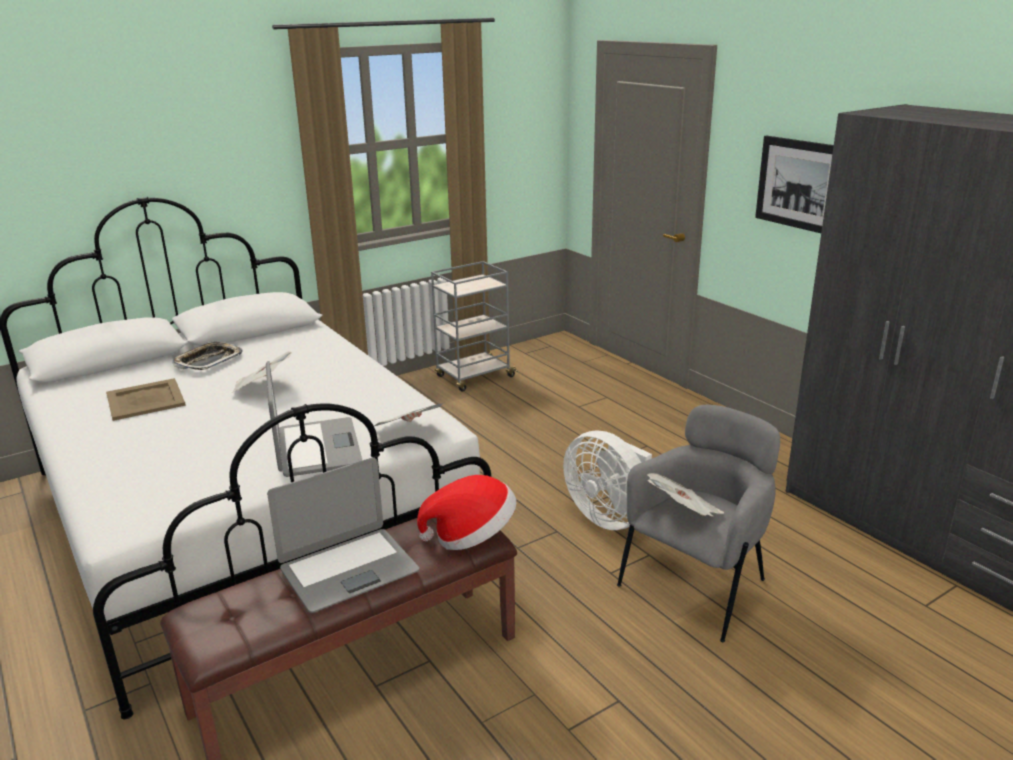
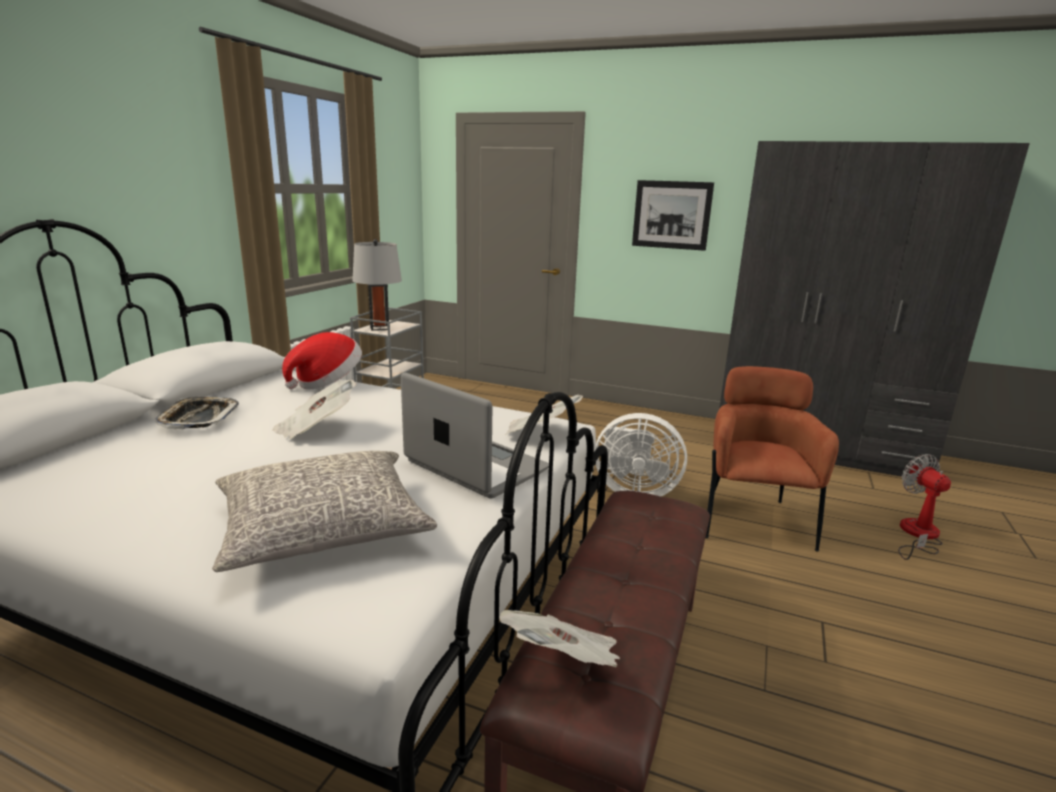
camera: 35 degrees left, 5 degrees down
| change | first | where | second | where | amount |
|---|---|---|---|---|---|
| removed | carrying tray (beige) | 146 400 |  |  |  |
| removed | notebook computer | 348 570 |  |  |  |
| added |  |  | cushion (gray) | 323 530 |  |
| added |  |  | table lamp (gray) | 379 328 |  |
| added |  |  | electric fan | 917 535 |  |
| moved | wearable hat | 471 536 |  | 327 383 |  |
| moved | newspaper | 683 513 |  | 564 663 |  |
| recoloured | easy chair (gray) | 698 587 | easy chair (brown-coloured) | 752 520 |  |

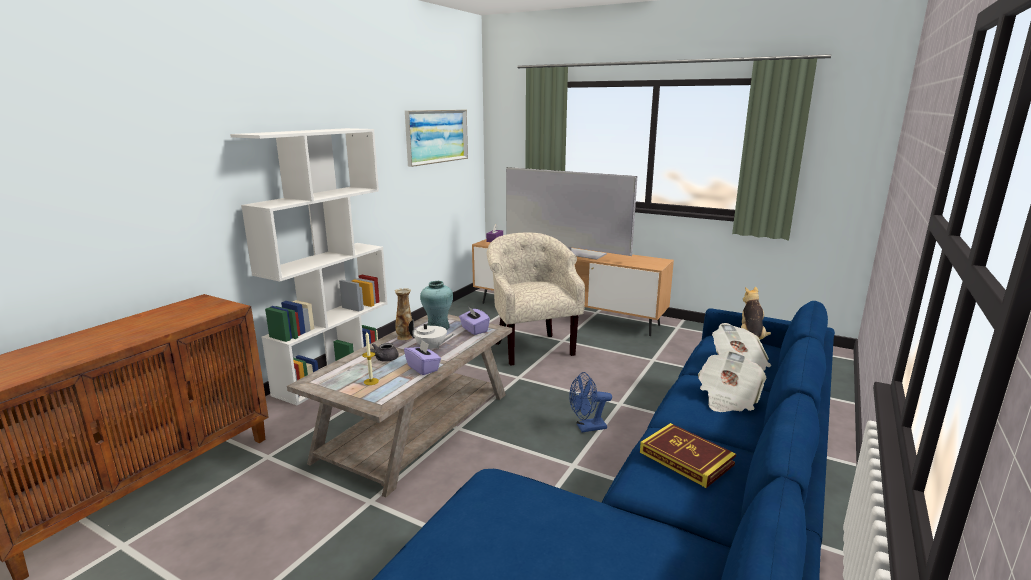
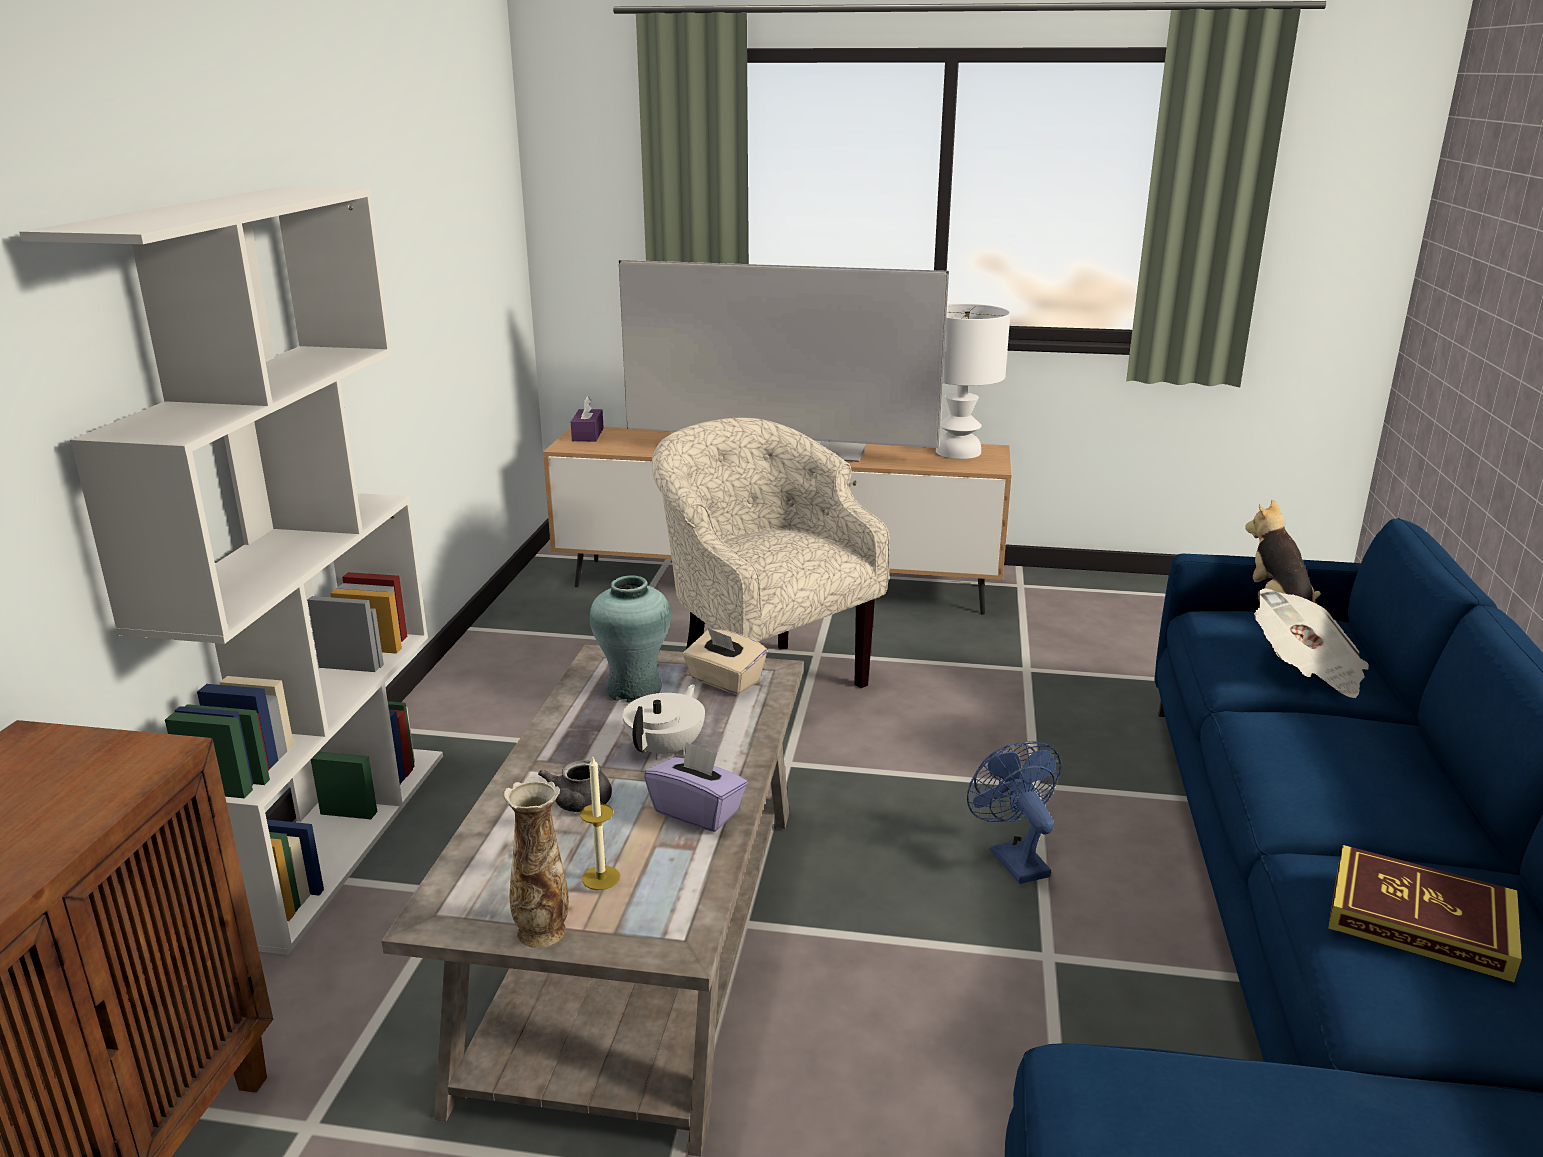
camera: 20 degrees left, 5 degrees up
| change | first | where | second | where | amount |
|---|---|---|---|---|---|
| removed | wall picture | 437 136 |  |  |  |
| removed | newspaper | 727 398 |  |  |  |
| added |  |  | table lamp (white) | 959 452 |  |
| moved | flower vase | 405 337 |  | 542 930 |  |
| recoloured | box of tissues (purple) | 474 330 | box of tissues (beige) | 724 681 |  |
| turned | tea pot (white) | 431 347 |  | 666 749 | 60 degrees counterclockwise |
| turned | electric fan (blue) | 587 428 |  | 1013 858 | 105 degrees clockwise |

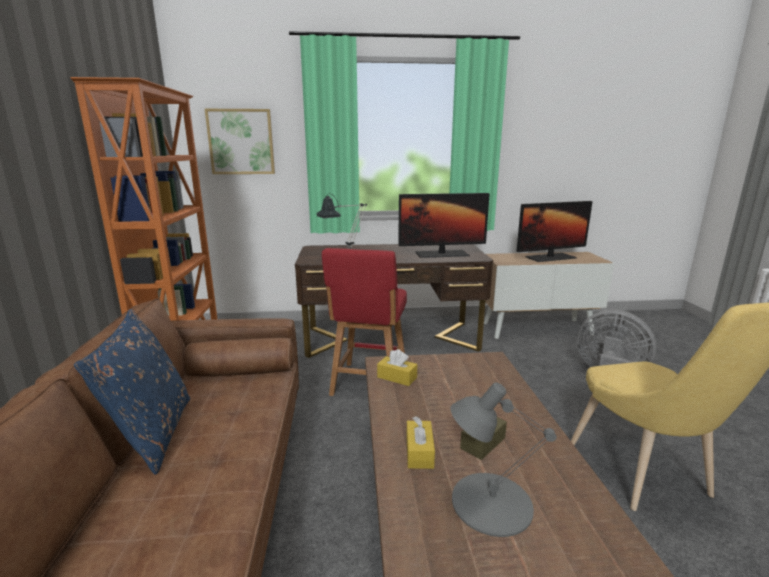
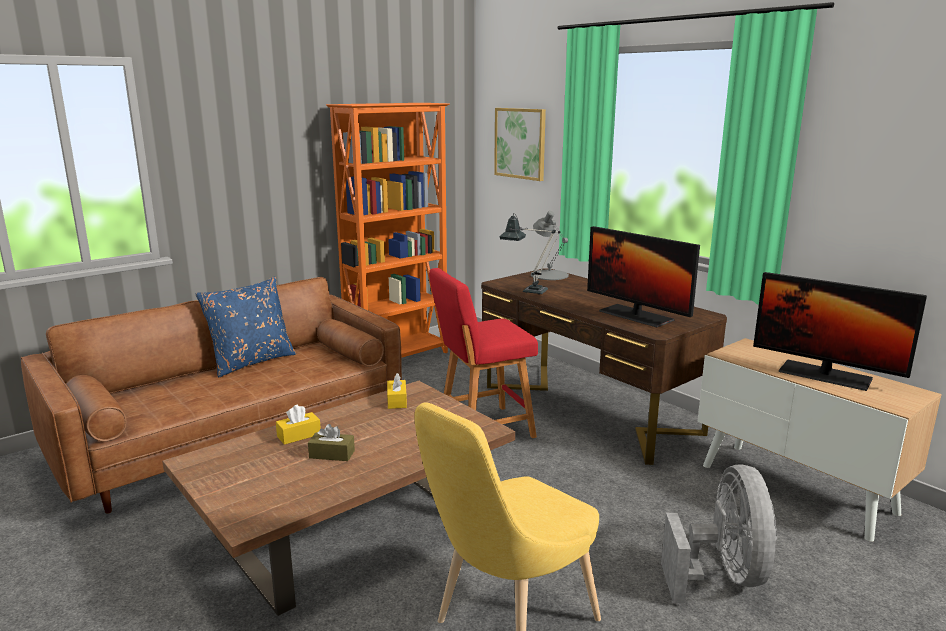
camera: 55 degrees right, 0 degrees up
| change | first | where | second | where | amount |
|---|---|---|---|---|---|
| moved | table lamp (gray) | 490 502 |  | 549 275 |  |

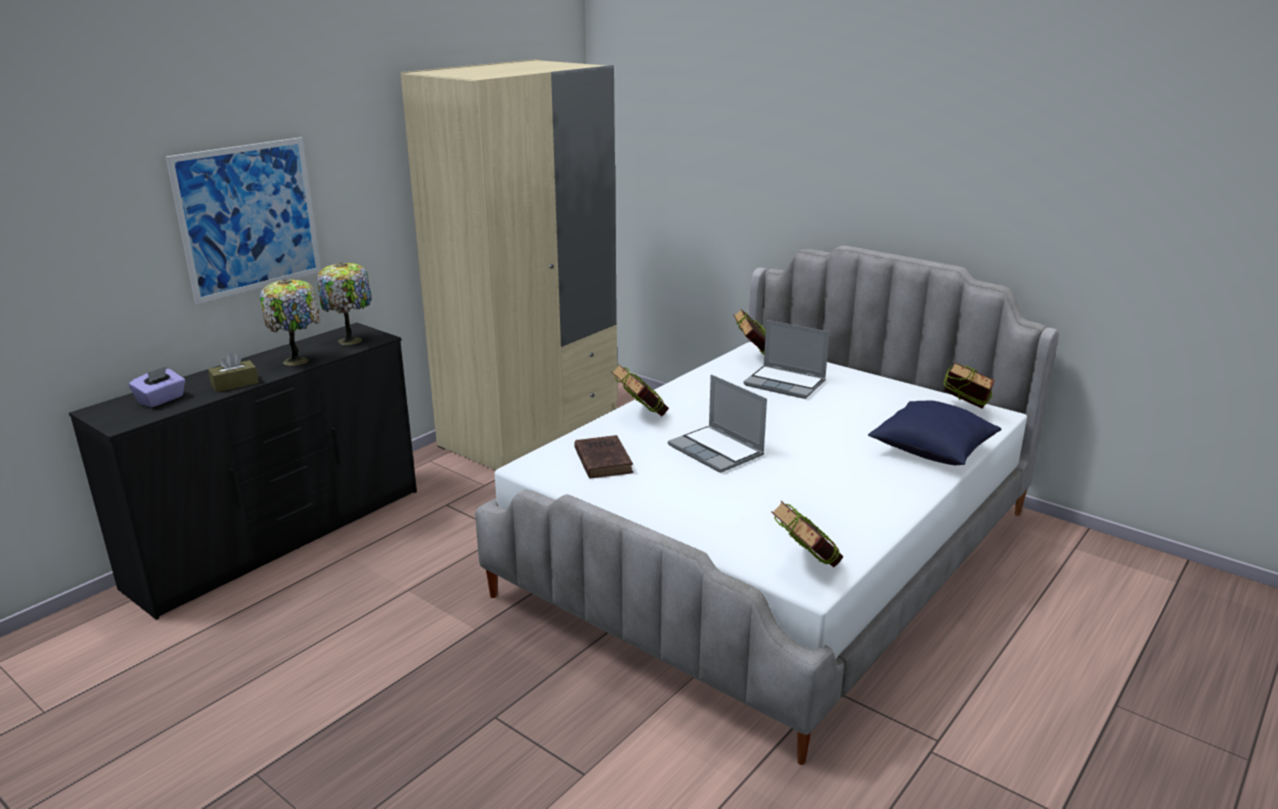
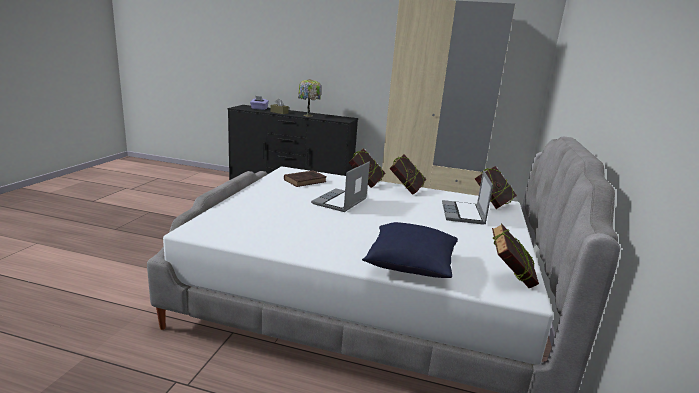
camera: 65 degrees right, 5 degrees down
| change | first | where | second | where | amount |
|---|---|---|---|---|---|
| removed | wall picture | 248 218 |  |  |  |
| removed | table lamp | 351 340 |  |  |  |
| moved | book | 804 567 |  | 406 190 |  |

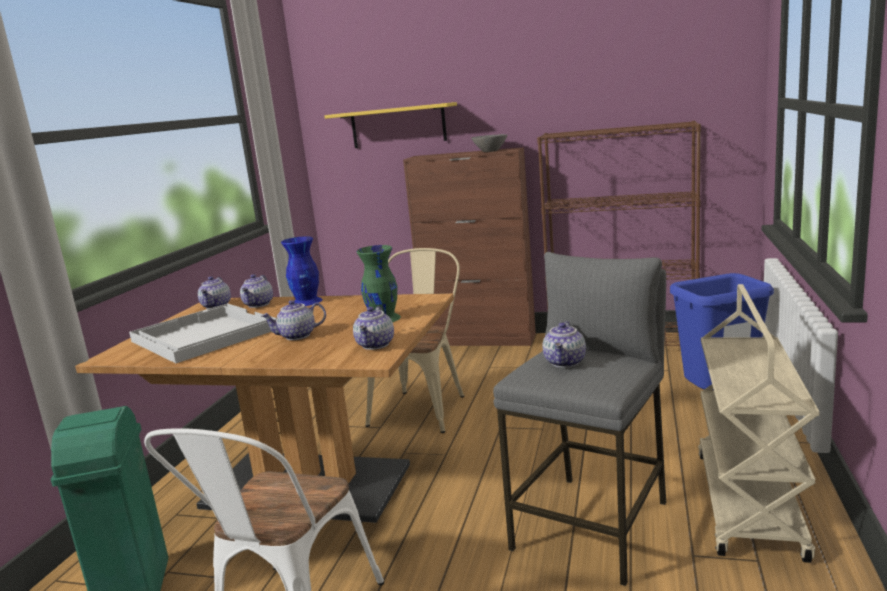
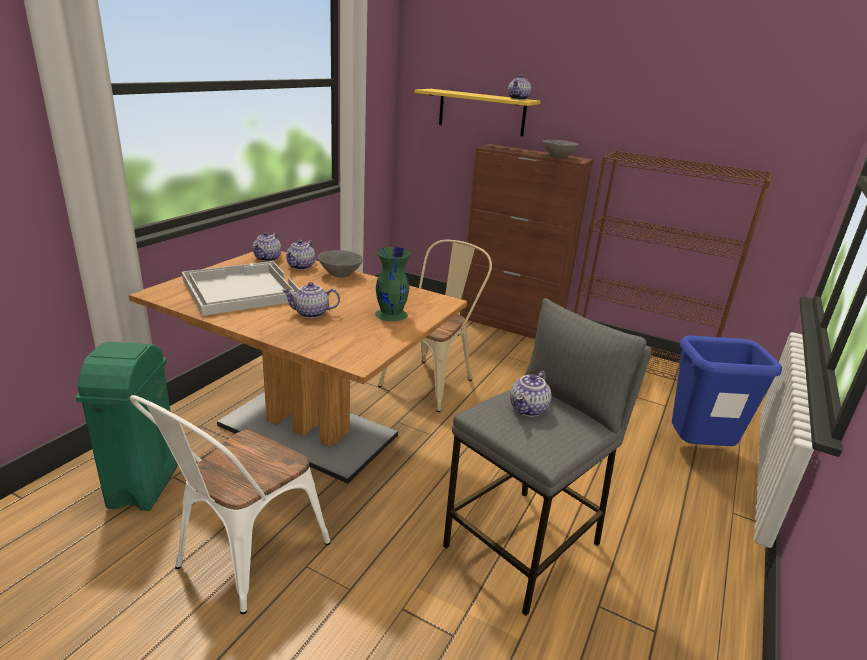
camera: 10 degrees right, 10 degrees up
| change | first | where | second | where | amount |
|---|---|---|---|---|---|
| removed | cart (beige) | 749 505 |  |  |  |
| moved | tea pot | 376 345 |  | 518 99 |  |
| replaced | flower vase (blue) | 307 301 | serving bowl (gray) | 340 274 |  |

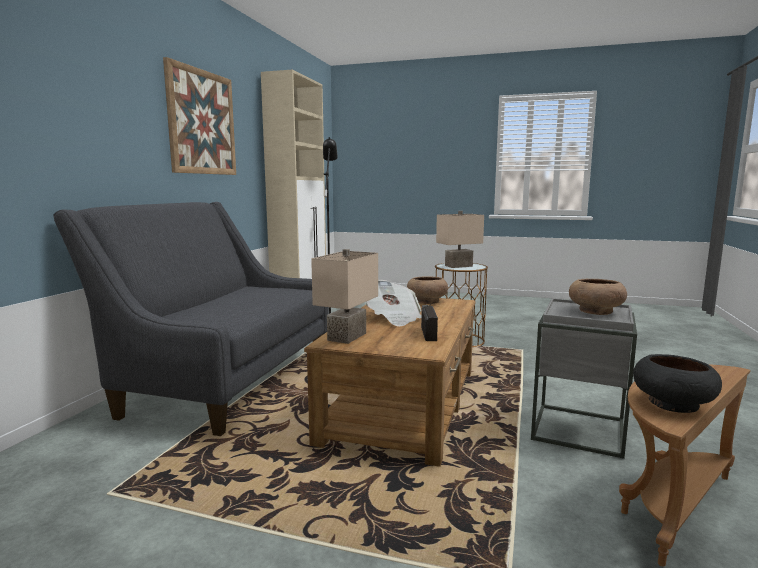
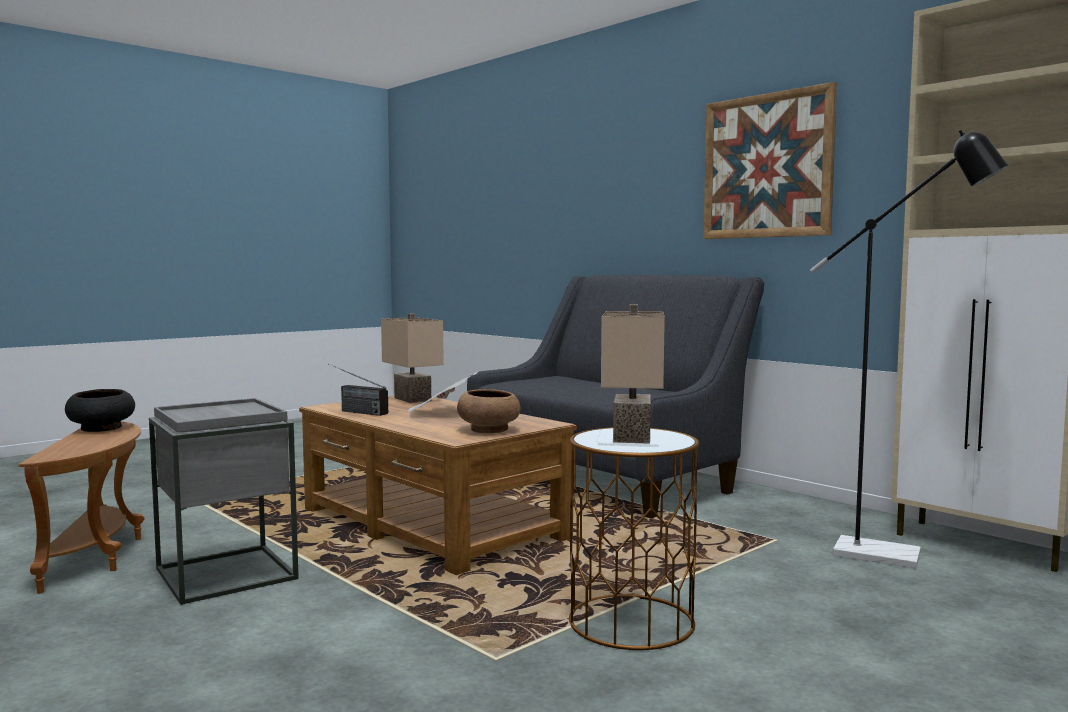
camera: 120 degrees right, 5 degrees down
| change | first | where | second | where | amount |
|---|---|---|---|---|---|
| removed | serving bowl (brown-coloured) | 595 311 |  |  |  |

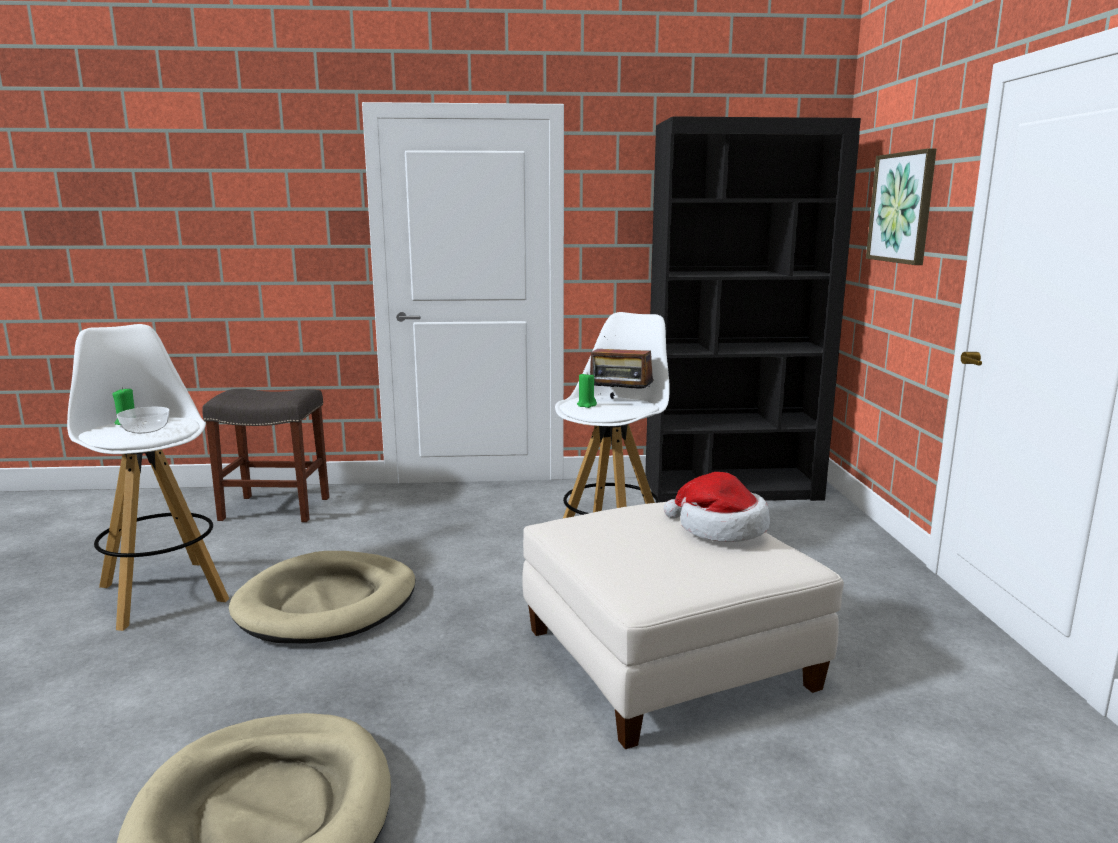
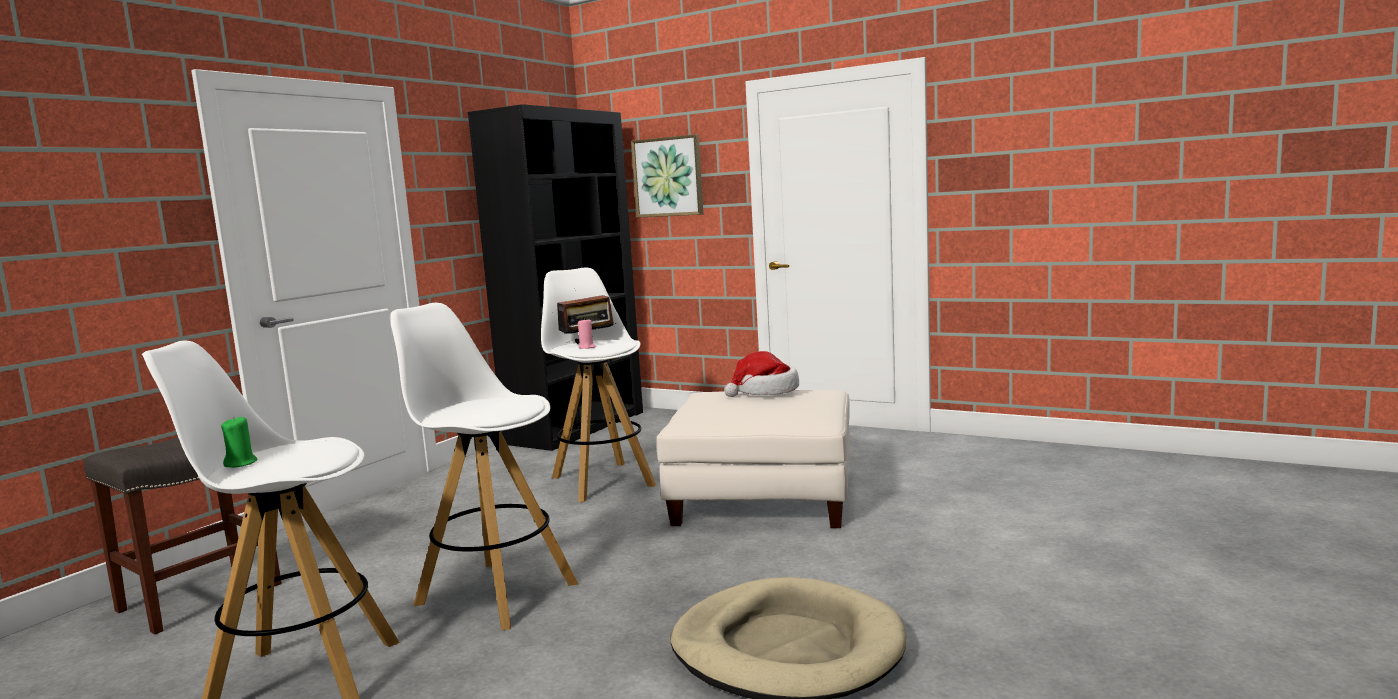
camera: 55 degrees left, 5 degrees down
| change | first | where | second | where | amount |
|---|---|---|---|---|---|
| removed | serving bowl | 145 430 |  |  |  |
| replaced | dog bed (beige) | 327 603 | stool seat (white) | 495 593 |  |
| recoloured | wax light (greenish) | 586 405 | wax light (pink) | 587 347 |  |

